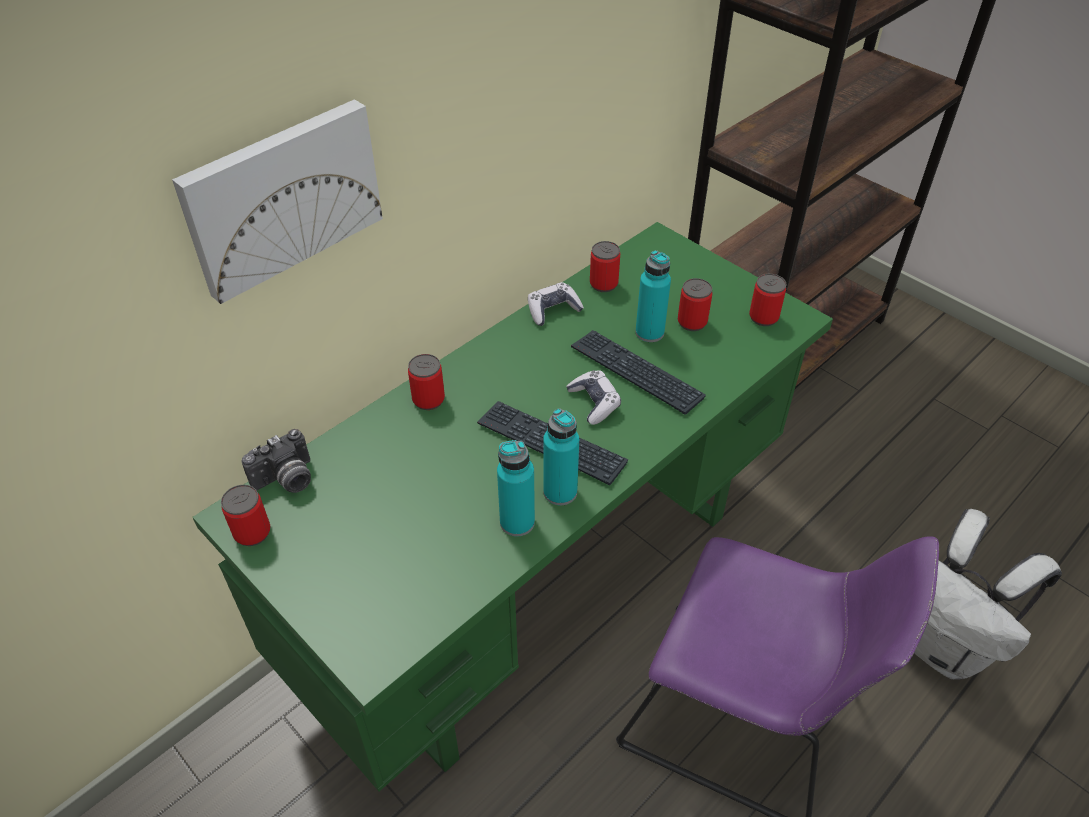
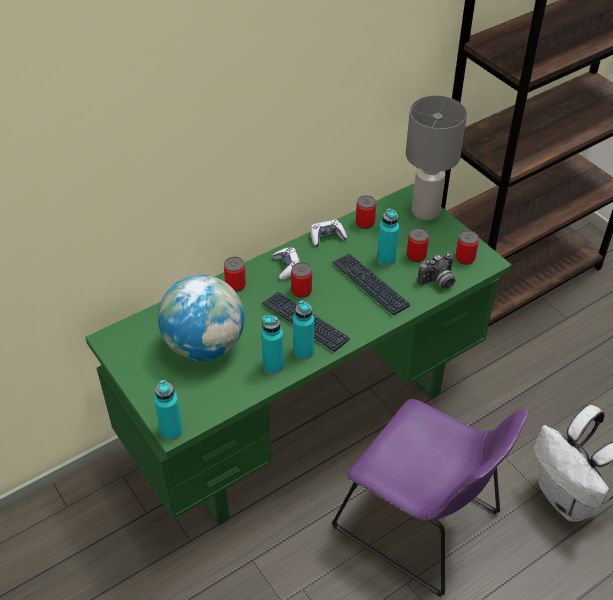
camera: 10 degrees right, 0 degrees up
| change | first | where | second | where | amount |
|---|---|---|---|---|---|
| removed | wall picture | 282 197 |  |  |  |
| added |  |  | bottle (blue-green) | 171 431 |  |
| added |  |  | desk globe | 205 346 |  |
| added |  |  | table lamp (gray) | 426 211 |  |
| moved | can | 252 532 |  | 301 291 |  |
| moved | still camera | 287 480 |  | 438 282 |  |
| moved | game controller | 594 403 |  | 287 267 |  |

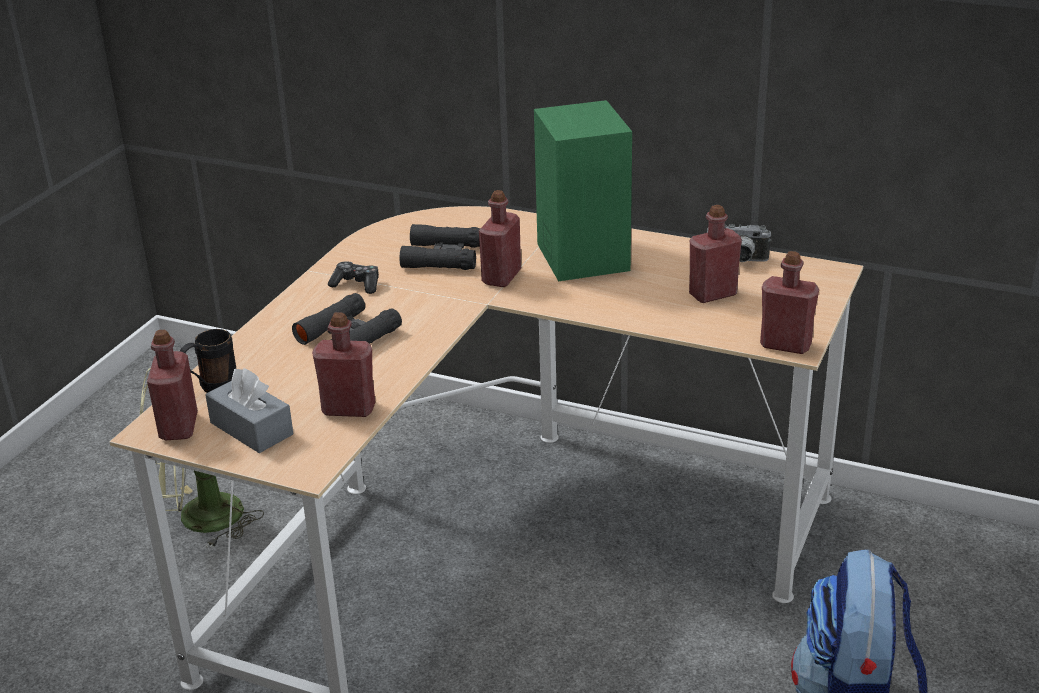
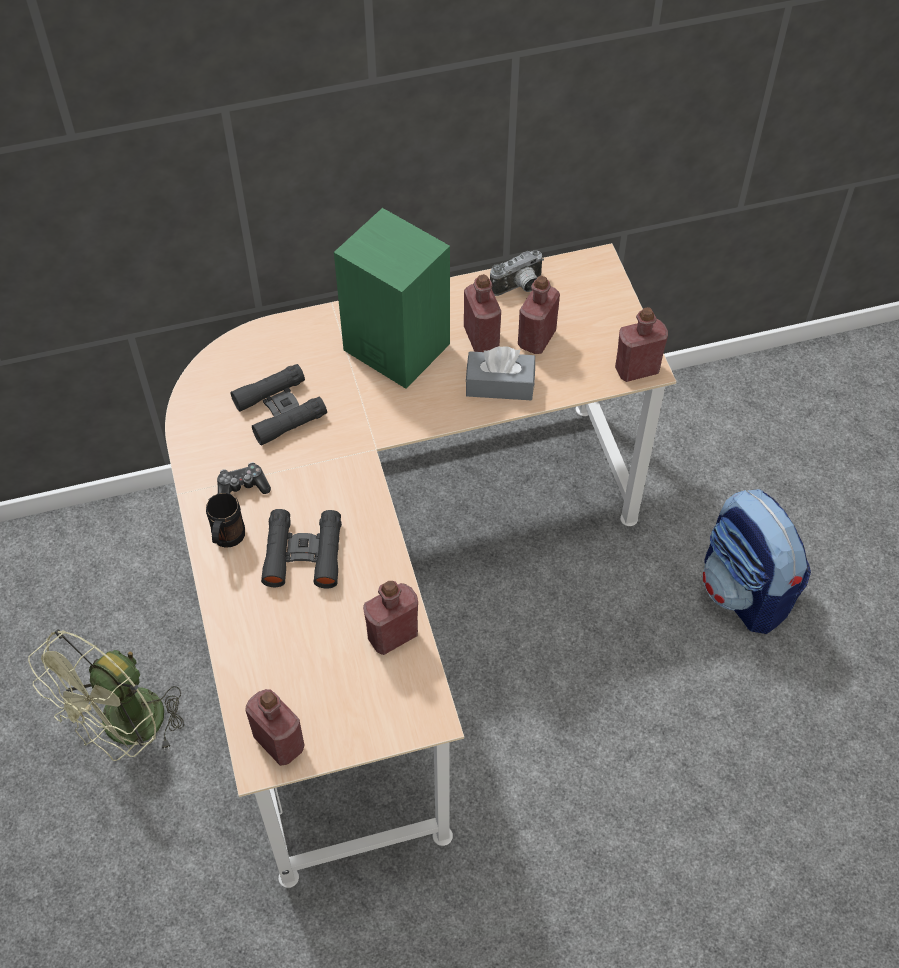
camera: 40 degrees left, 25 degrees up
| change | first | where | second | where | amount |
|---|---|---|---|---|---|
| moved | coffee mug (black) | 212 389 |  | 226 541 |  |
| moved | box of tissues (gray) | 251 428 |  | 500 384 |  |
| moved | bottle (red-coloured) | 501 277 |  | 481 337 |  |

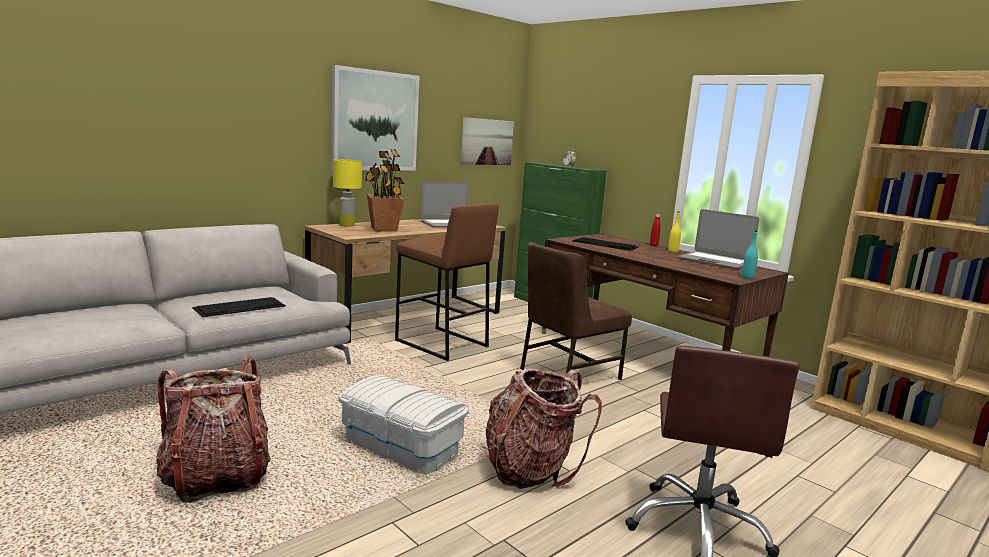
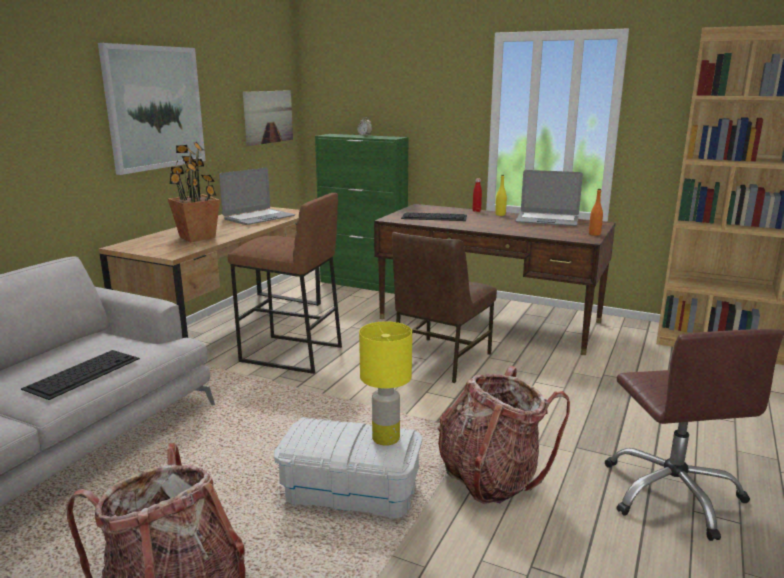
camera: 20 degrees left, 5 degrees up
| change | first | where | second | where | amount |
|---|---|---|---|---|---|
| moved | table lamp (yellowish) | 346 225 |  | 385 439 |  |
| recoloured | bottle (blue-green) | 747 277 | bottle (orange) | 594 234 |  |

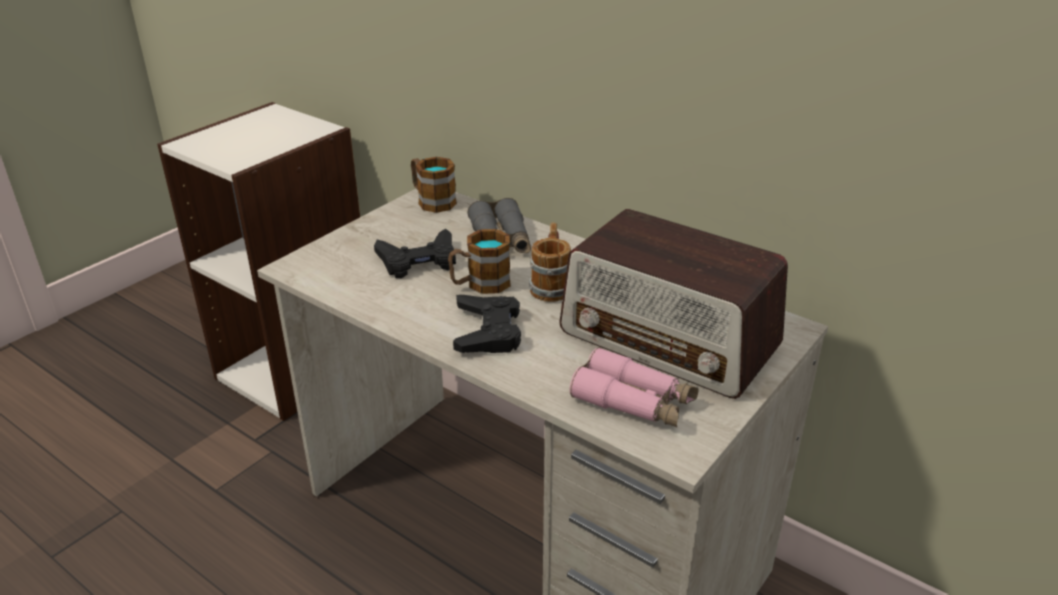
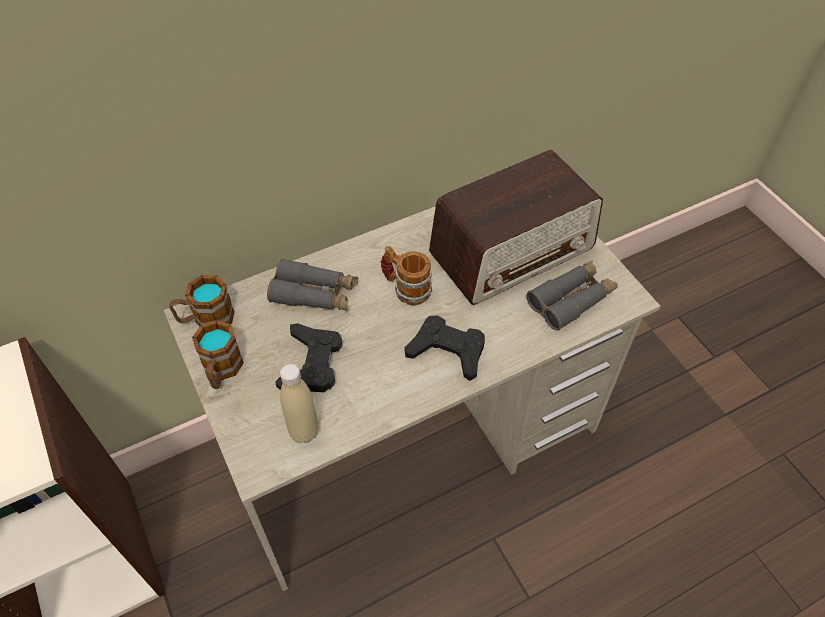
camera: 65 degrees left, 20 degrees up
| change | first | where | second | where | amount |
|---|---|---|---|---|---|
| added |  |  | bottle (beige) | 304 432 |  |
| moved | coffee mug | 480 284 |  | 221 371 |  |
| recoloured | field glasses (pink) | 634 402 | field glasses (gray) | 571 299 |  |

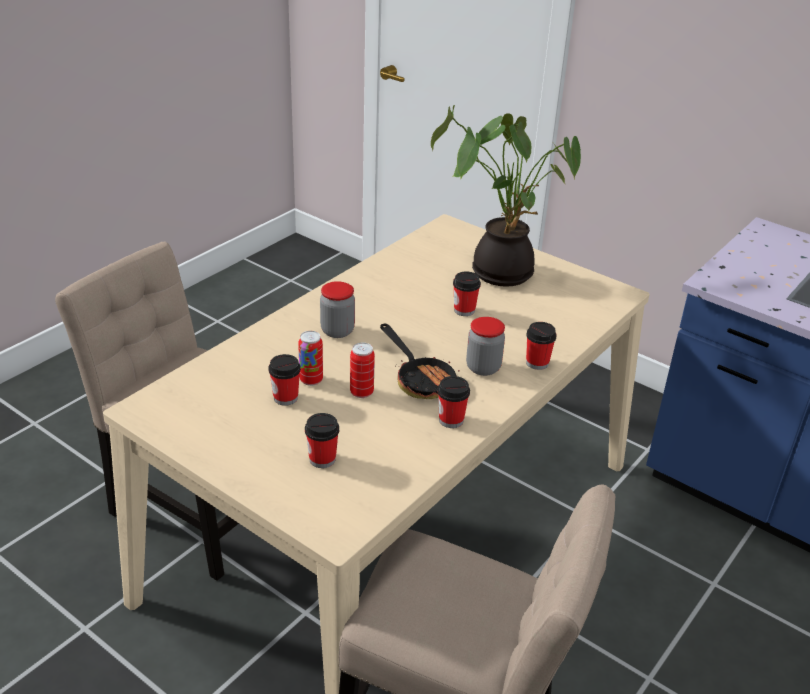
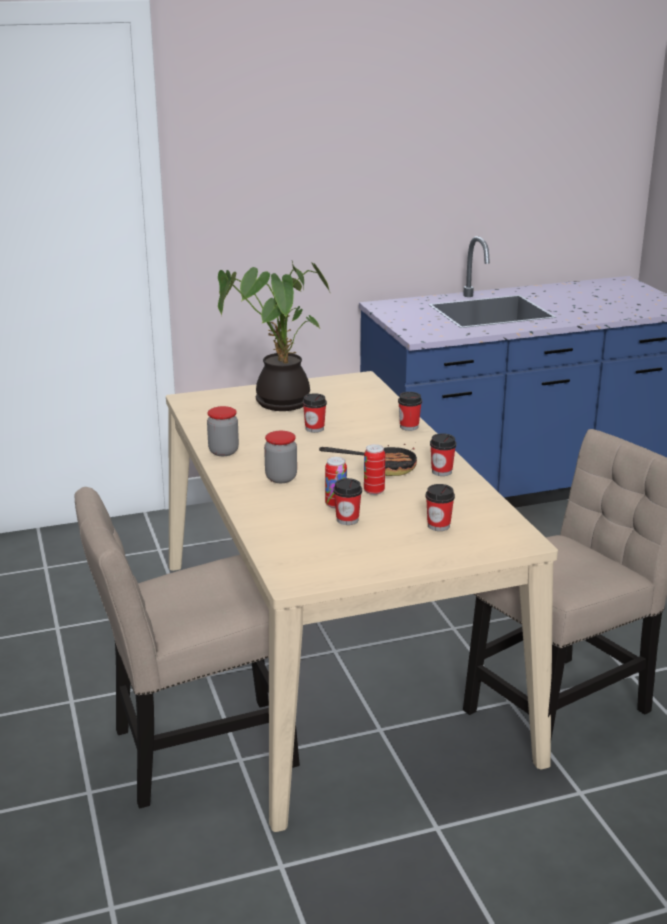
camera: 55 degrees left, 10 degrees down
| change | first | where | second | where | amount |
|---|---|---|---|---|---|
| moved | storage jar | 483 367 |  | 223 451 |  |

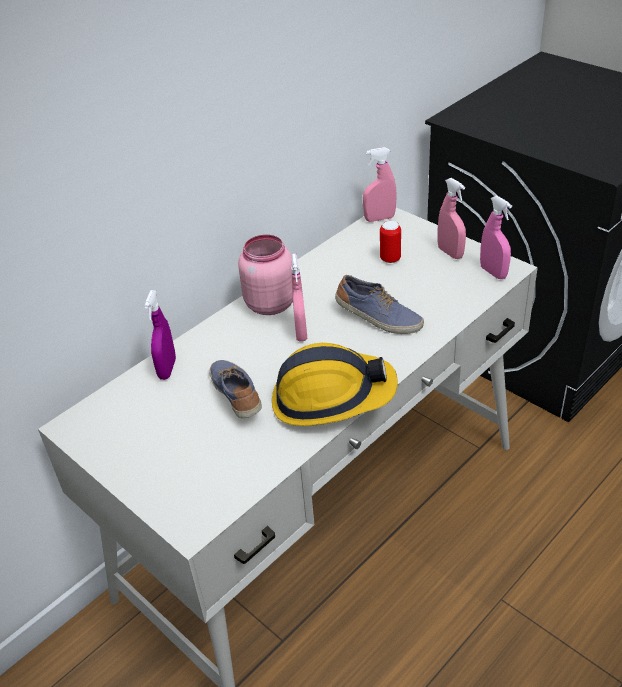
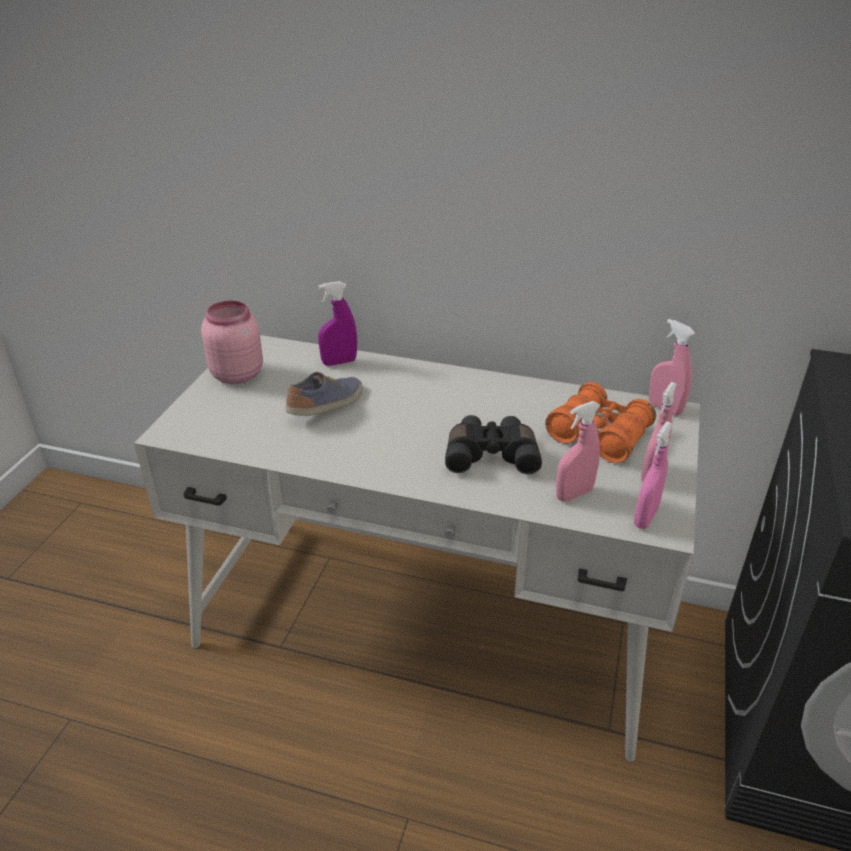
camera: 60 degrees right, 5 degrees down
| change | first | where | second | where | amount |
|---|---|---|---|---|---|
| removed | safety helmet | 331 397 |  |  |  |
| moved | storage jar (pink) | 268 304 |  | 237 374 |  |
| moved | spray bottle (pink) | 301 332 |  | 574 494 |  |
| replaced | item of footwear | 378 319 | field glasses (black) | 491 455 |  |
| replaced | can | 390 259 | field glasses (orange) | 599 435 |  |

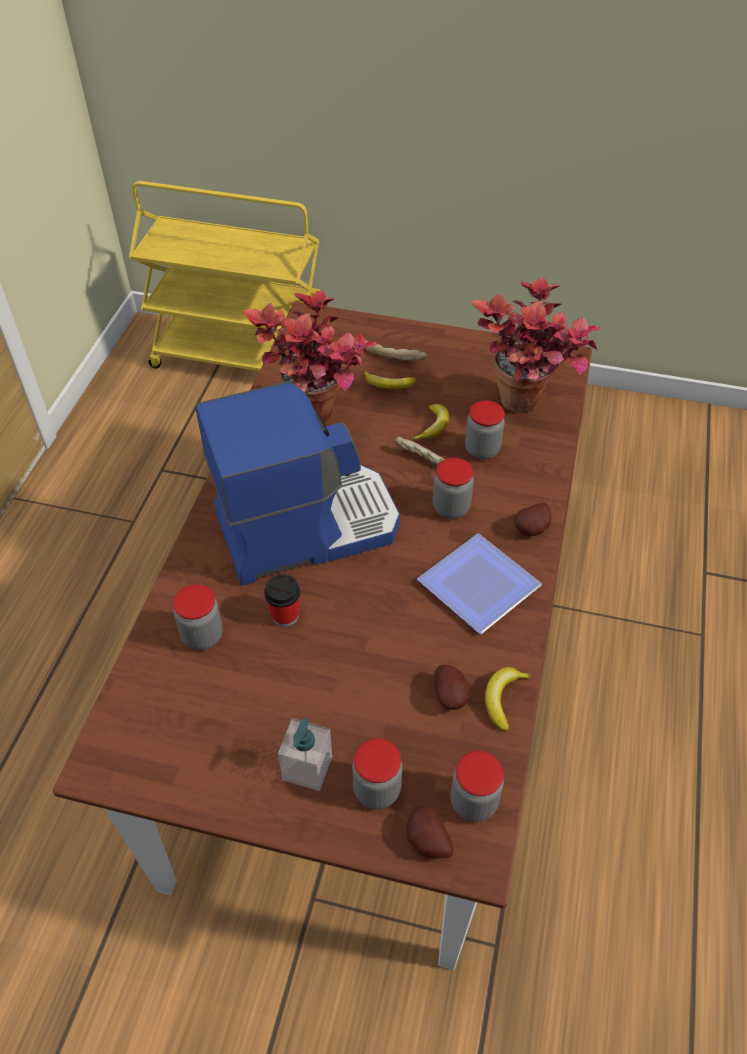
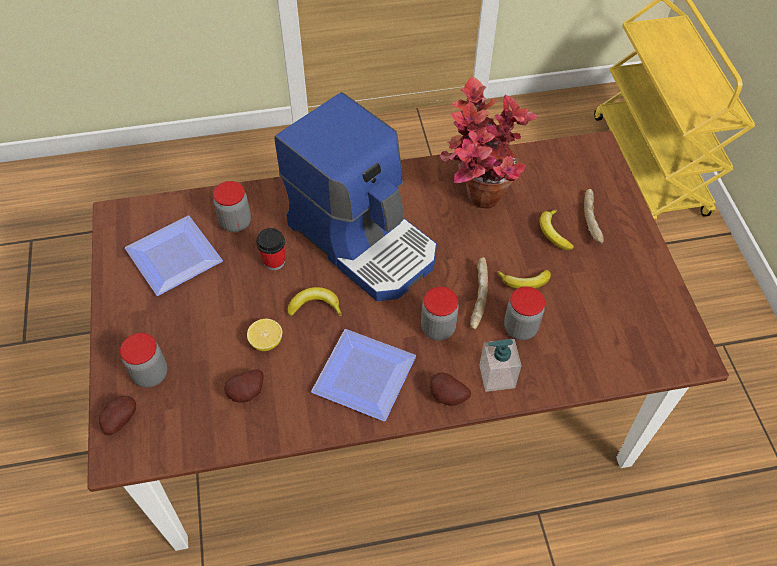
camera: 65 degrees right, 5 degrees up
| change | first | where | second | where | amount |
|---|---|---|---|---|---|
| removed | storage jar | 473 802 |  |  |  |
| removed | houseplant | 526 411 |  |  |  |
| added |  |  | dinner plate | 171 257 |  |
| added |  |  | citrus fruit | 266 342 |  |
| moved | soap dispenser | 307 768 |  | 496 376 |  |
| moved | banana fruit | 503 699 |  | 315 306 |  |

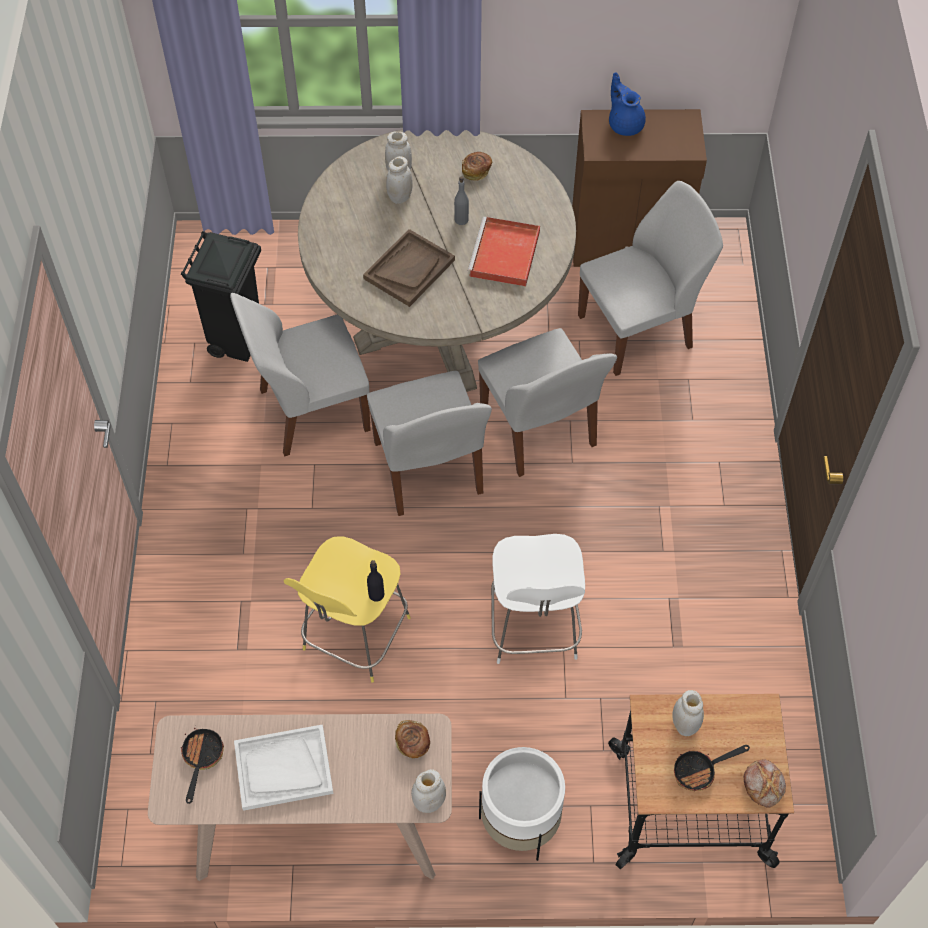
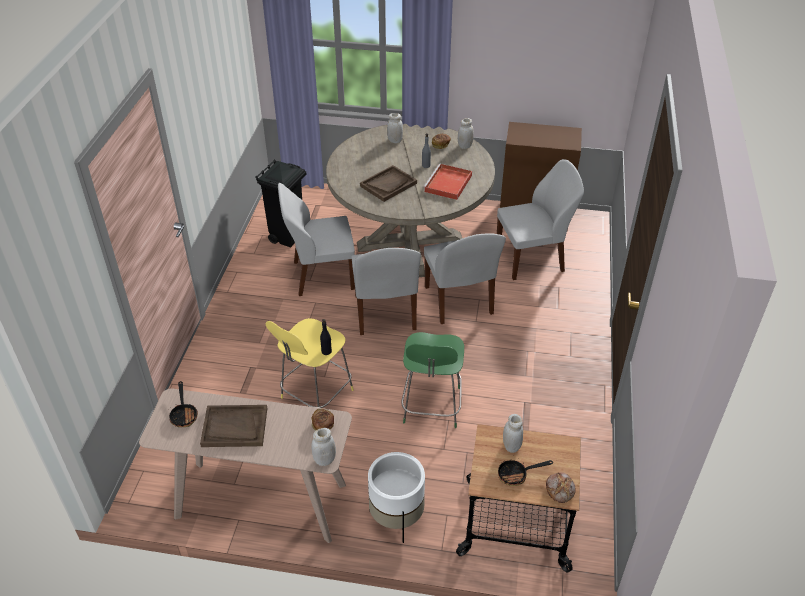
camera: 10 degrees right, 15 degrees down
| change | first | where | second | where | amount |
|---|---|---|---|---|---|
| removed | tea pot (blue) | 625 124 |  |  |  |
| moved | storage jar (white) | 400 197 |  | 465 146 |  |
| recoloured | carrying tray (white) | 283 768 | carrying tray (brown-coloured) | 234 427 |  |
| recoloured | stool seat (white) | 534 629 | stool seat (greenish) | 431 407 |  |
| turned | frying pan | 201 758 |  | 184 414 | 150 degrees clockwise |

